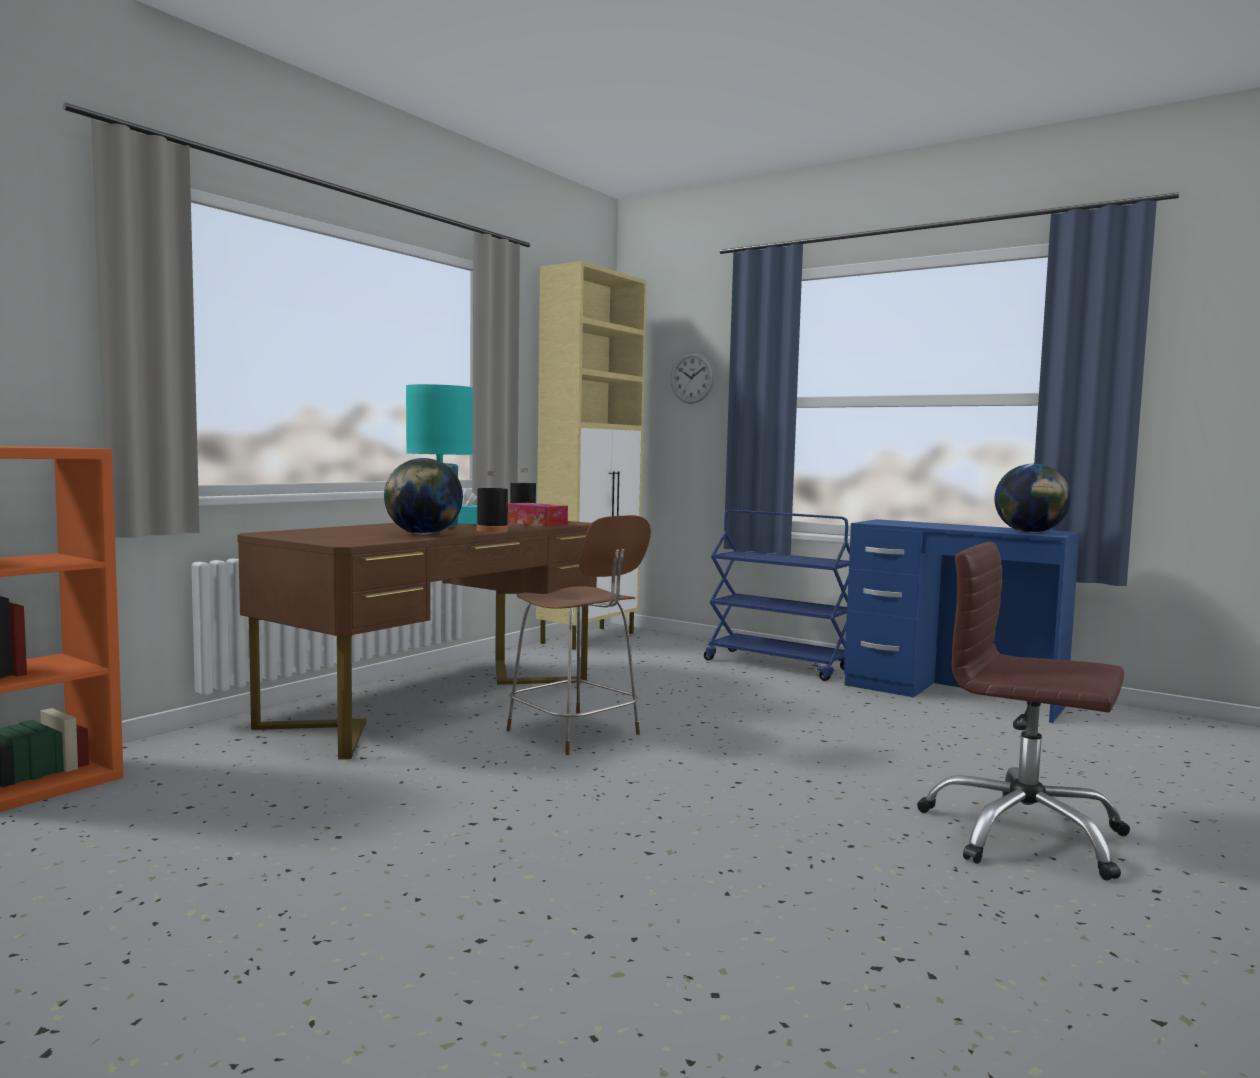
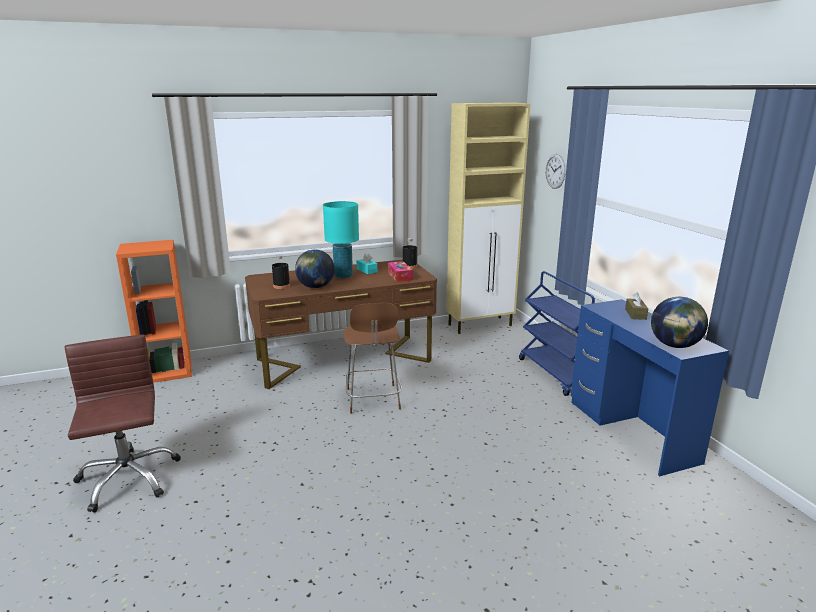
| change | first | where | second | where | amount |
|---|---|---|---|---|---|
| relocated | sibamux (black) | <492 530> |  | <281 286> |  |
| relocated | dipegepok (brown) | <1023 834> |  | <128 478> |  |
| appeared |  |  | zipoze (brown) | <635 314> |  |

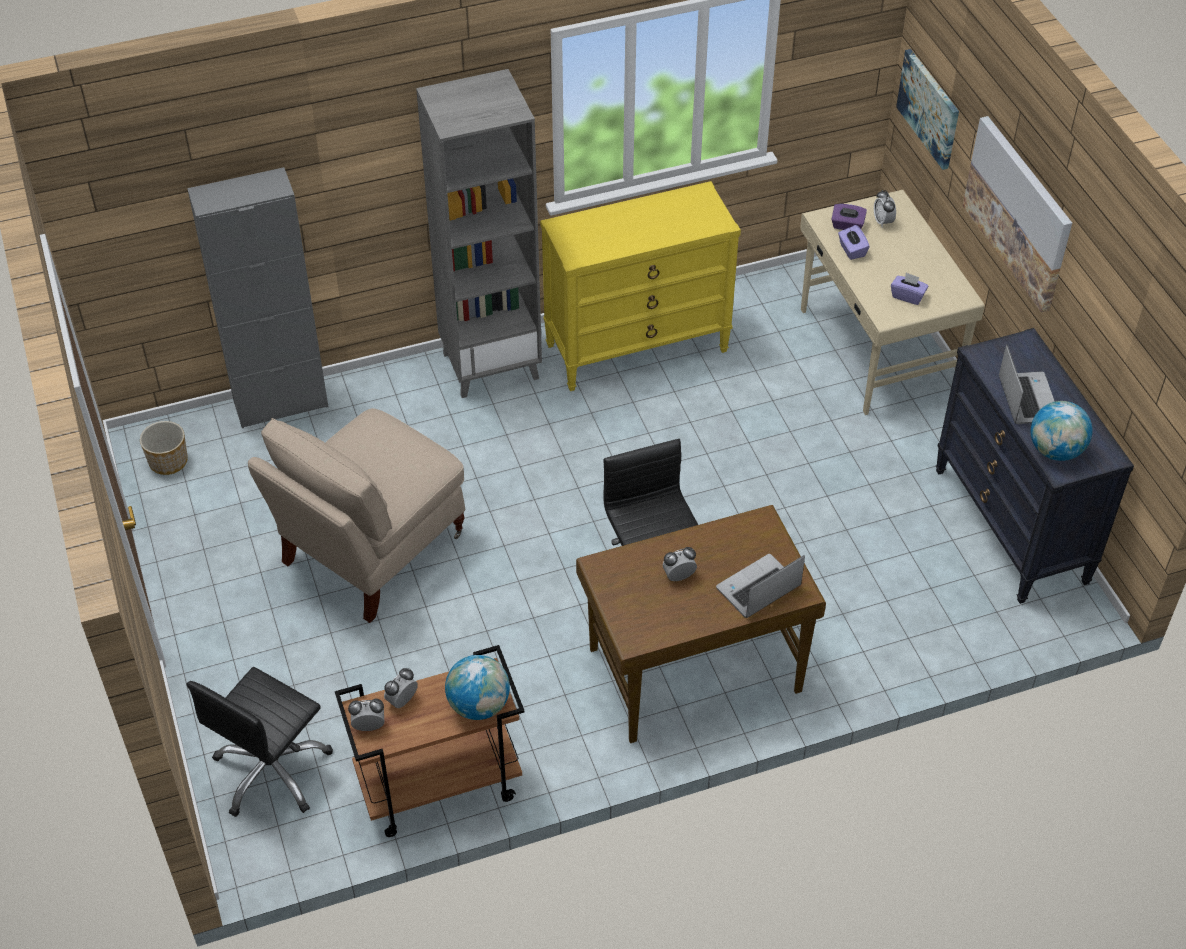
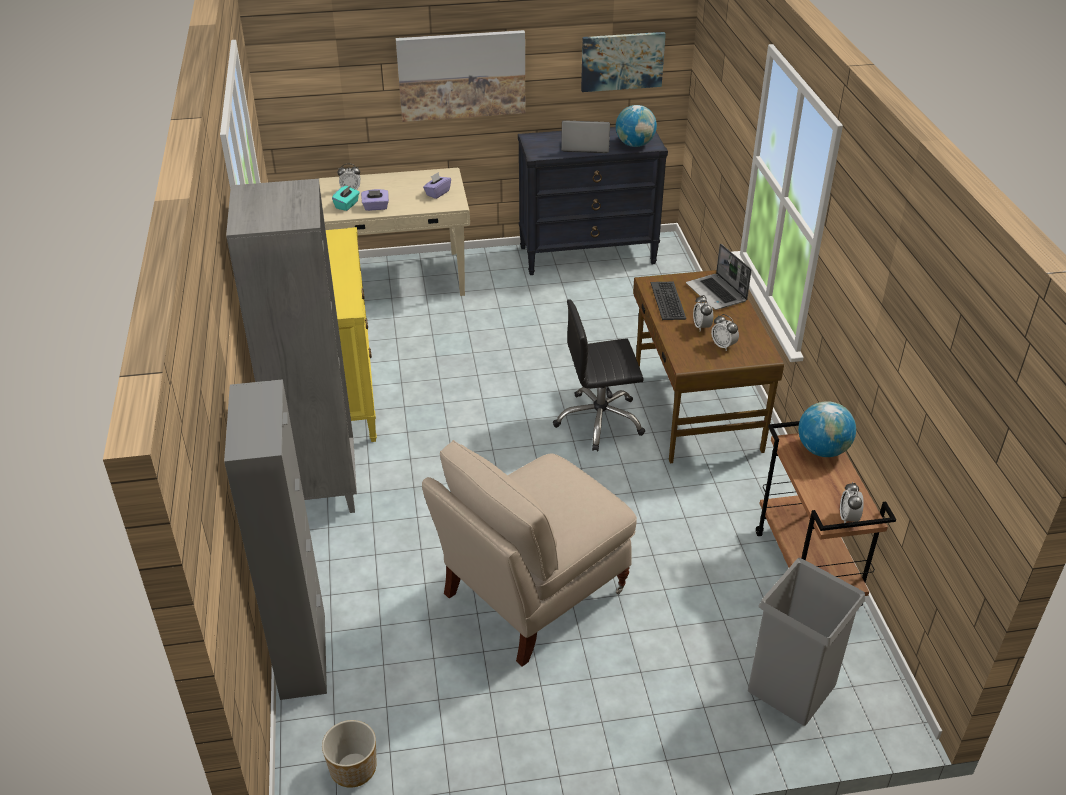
| change | first | where | second | where | amount |
|---|---|---|---|---|---|
| relocated | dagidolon | <929 108> |  | <622 61> |  |
| colour | zipoze (purple) | <847 226> | zipoze (turquoise) | <347 205> |  |
| spun | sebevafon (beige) | <371 550> |  | <532 594> | 90 degrees clockwise |
| exchanged | dipegepok (black) | <272 771> | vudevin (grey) | <791 687> |  |
| relocated | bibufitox | <402 701> |  | <723 345> |  |
| appeared |  |  | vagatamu | <668 301> |  |

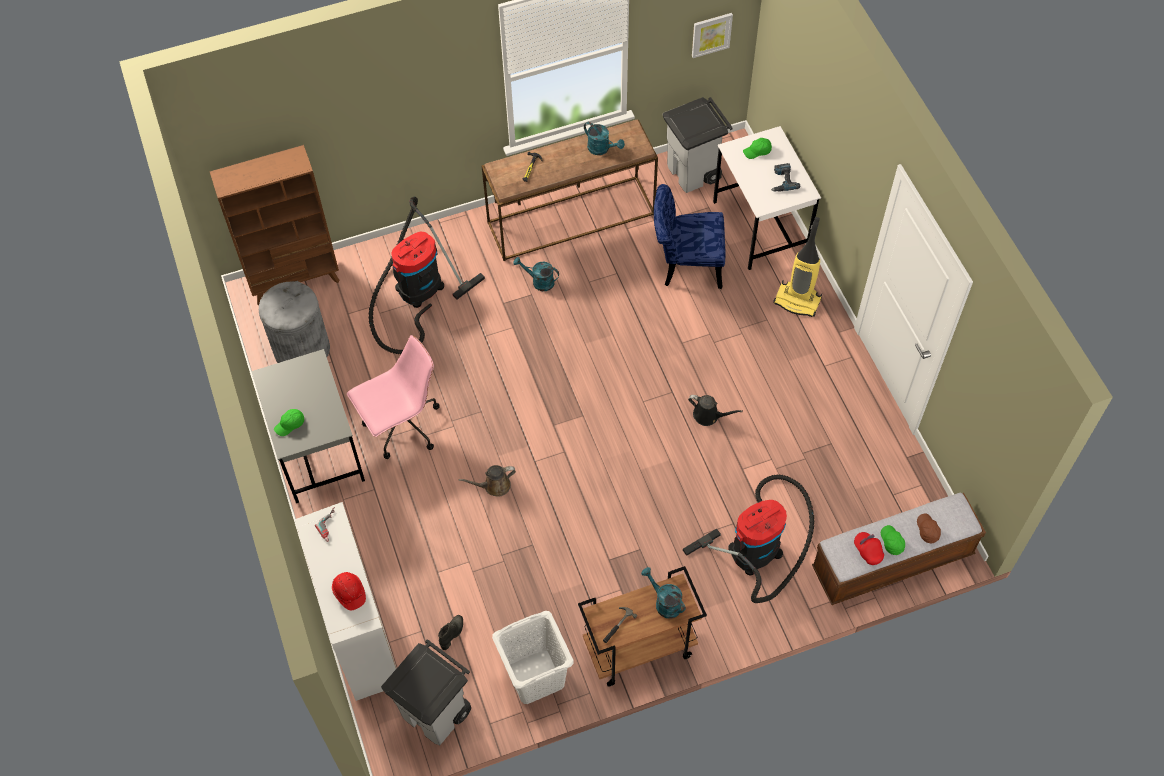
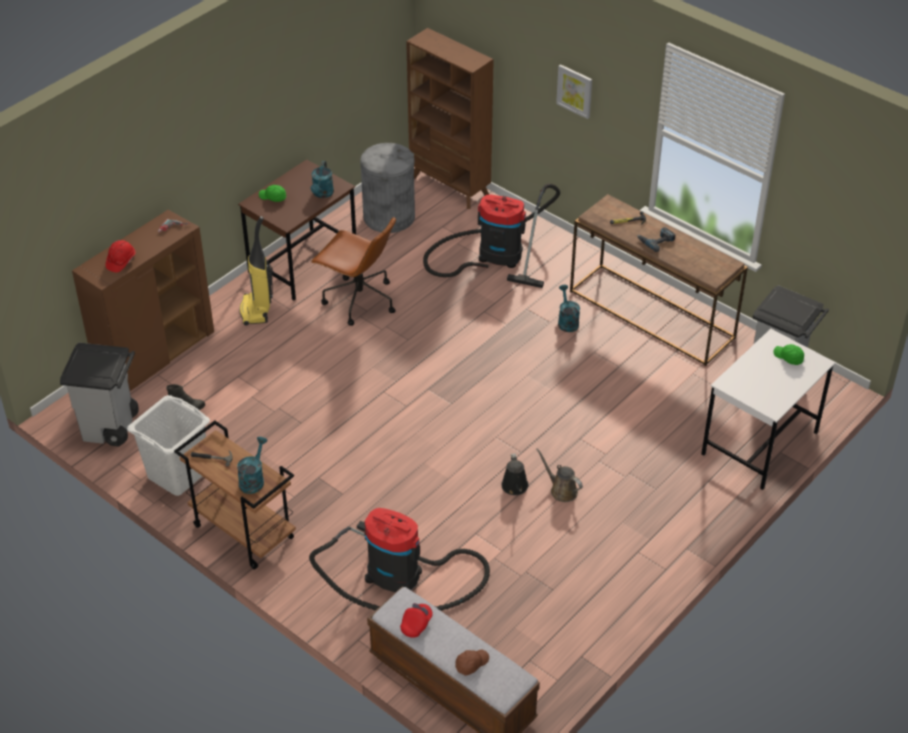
| change | first | where | second | where | amount |
|---|---|---|---|---|---|
| relocated | dagidolon | <711 34> |  | <575 91> |  |
| relocated | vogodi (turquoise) | <602 149> |  | <322 194> |  |
| relocated | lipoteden | <782 181> |  | <656 241> |  |
| missing | sebevafon (blue) | <685 264> |  |  |  |
| relocated | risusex | <798 301> |  | <256 310> |  |
| colour | dipegepok (pink) | <402 427> | dipegepok (brown) | <358 300> |  |
| colour | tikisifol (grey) | <317 450> | tikisifol (brown) | <303 263> |  |
| relocated | vogodi (brown) | <494 486> |  | <561 490> |  |
| colour | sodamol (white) | <359 633> | sodamol (brown) | <155 355> |  |
| missing | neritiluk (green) | <891 542> |  |  |  |

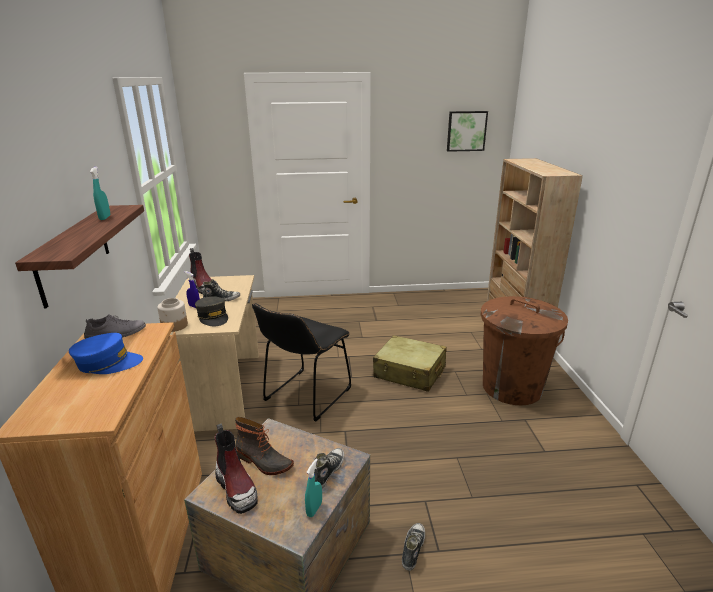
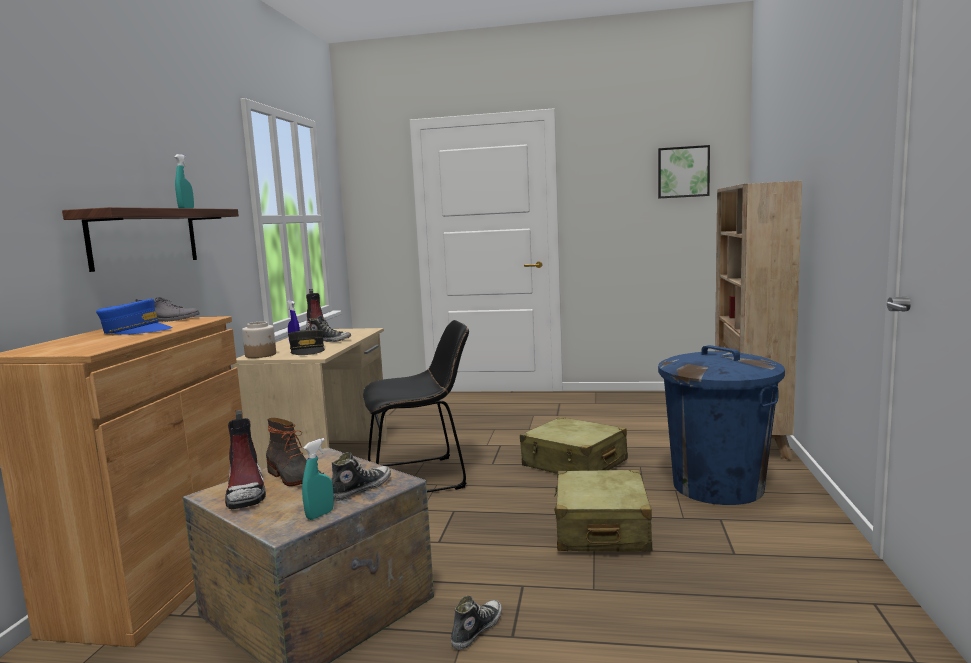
| change | first | where | second | where | amount |
|---|---|---|---|---|---|
| colour | vudevin (brown) | <511 387> | vudevin (blue) | <717 486> |  |
| spun | sebevafon (black) | <305 397> |  | <422 477> | 150 degrees counterclockwise |
| appeared |  |  | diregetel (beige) | <601 529> |  |

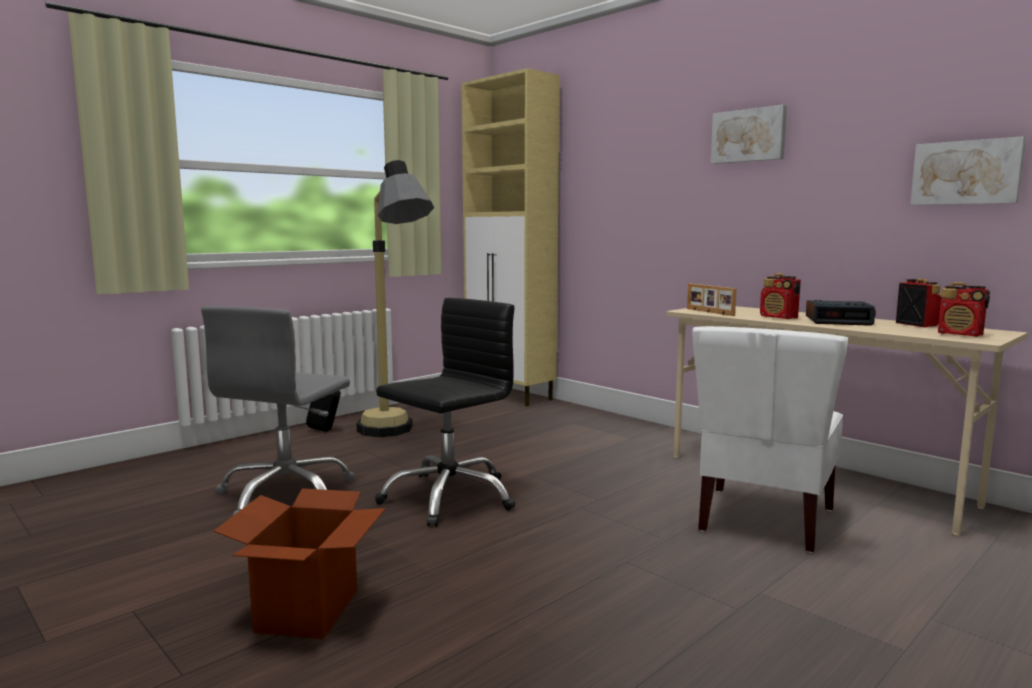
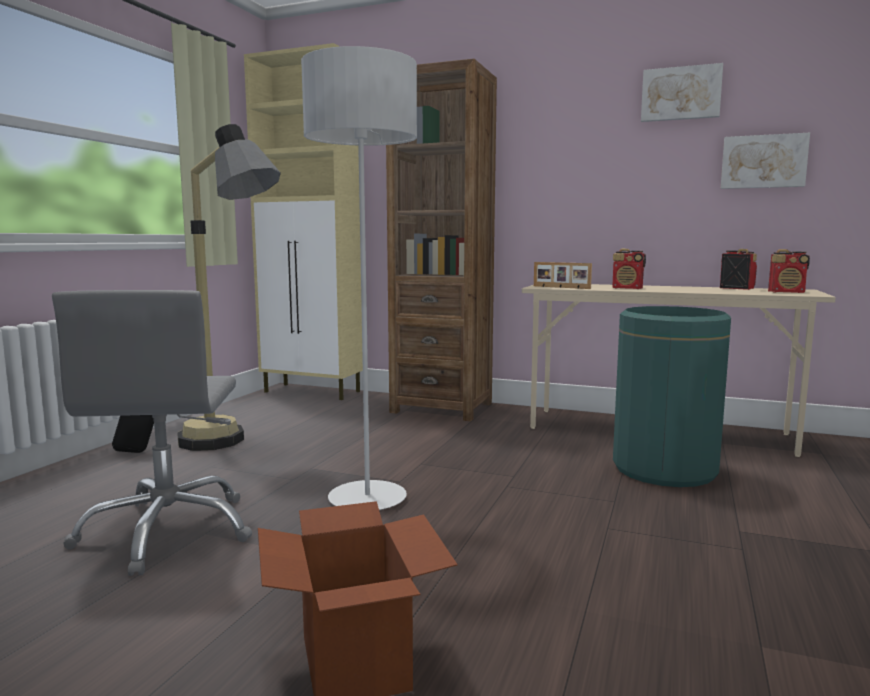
| change | first | where | second | where | amount |
|---|---|---|---|---|---|
| relocated | dagidolon | <749 135> |  | <681 94> |  |
| exchanged | dipegepok (black) | <448 497> | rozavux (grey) | <367 499> |  |
| missing | bibufitox | <838 321> |  |  |  |
| exchanged | sebevafon (white) | <763 520> | vudevin (green) | <664 469> |  |
| appeared |  |  | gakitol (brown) | <442 408> |  |

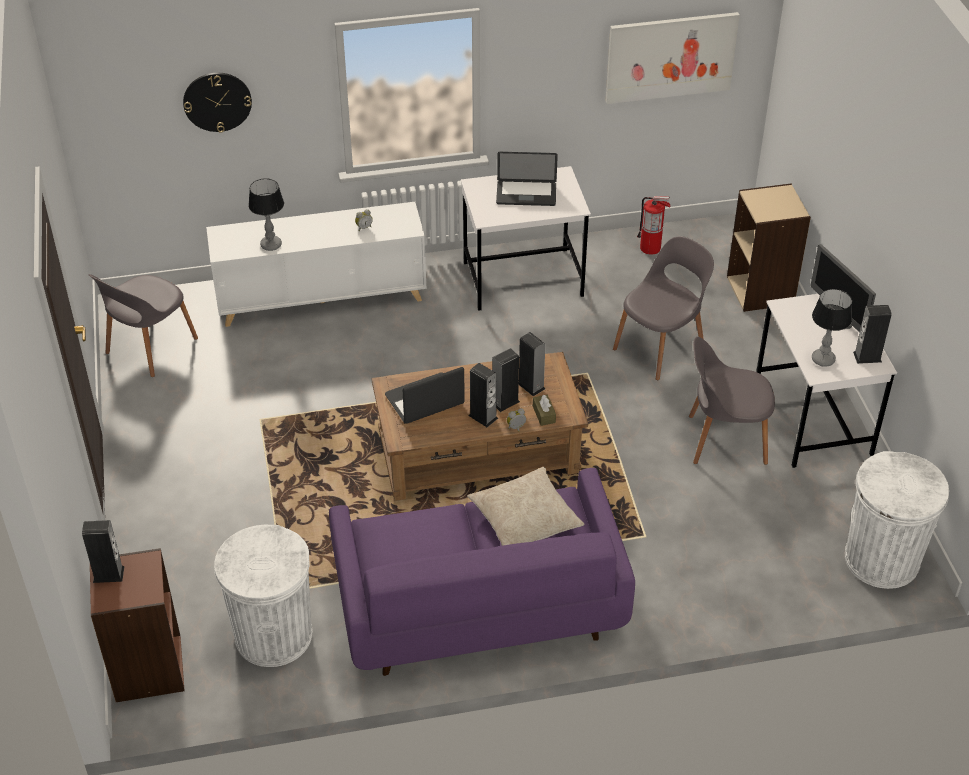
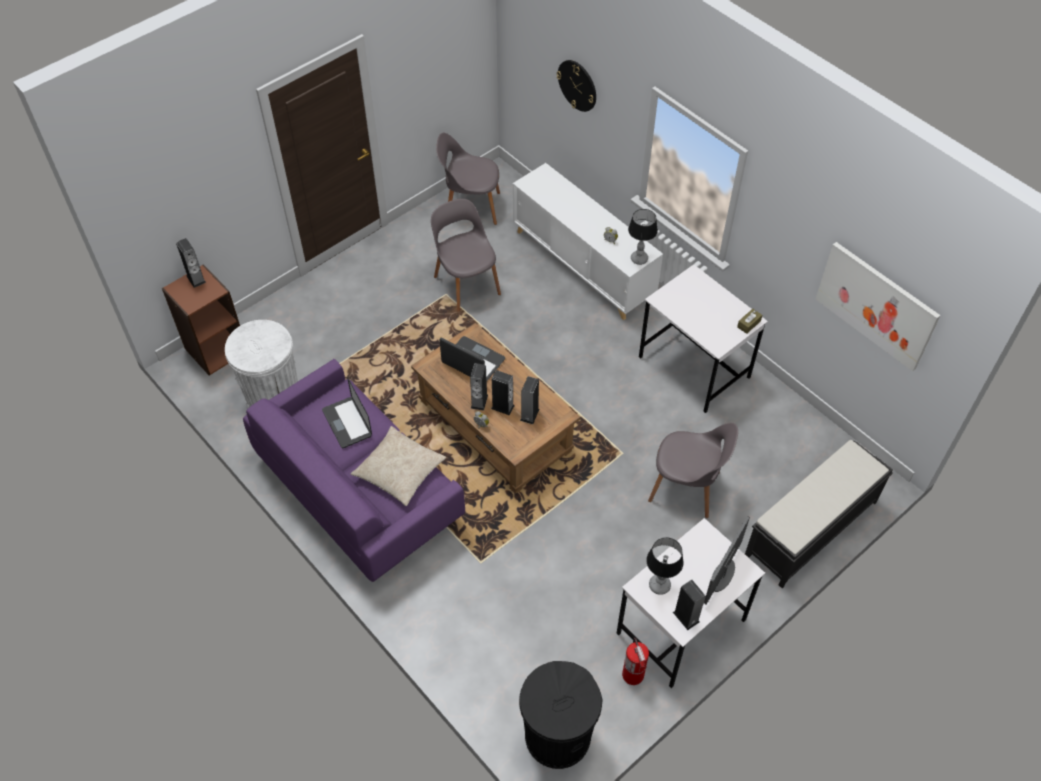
| change | first | where | second | where | amount |
|---|---|---|---|---|---|
| relocated | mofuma | <526 194> |  | <347 423> |  |
| relocated | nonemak | <270 245> |  | <639 258> |  |
| exchanged | gakitol (beige) | <761 290> | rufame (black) | <810 529> |  |
| relocated | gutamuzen | <650 248> |  | <633 675> |  |
| relocated | sebevafon (grey) | <724 440> |  | <466 283> |  |
| relocated | zipoze (brown) | <544 414> |  | <749 324> |  |
| colour | vudevin (white) | <882 560> | vudevin (black) | <557 736> |  |

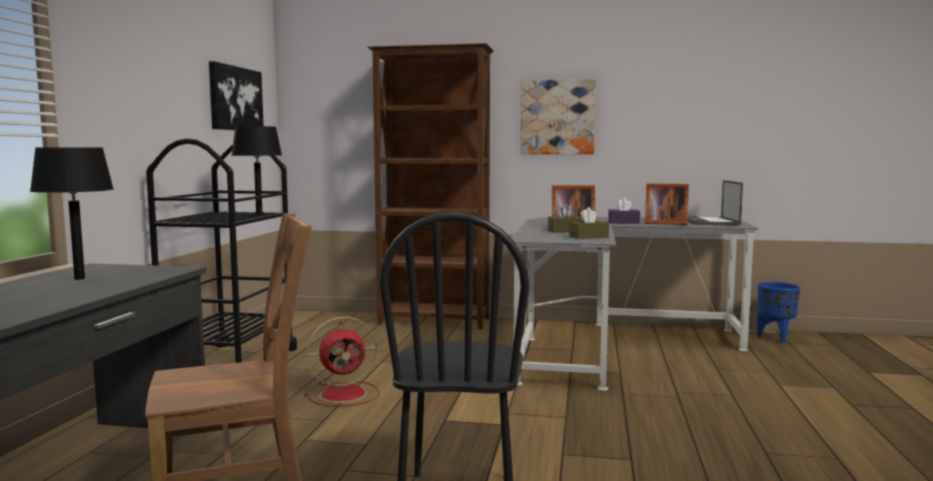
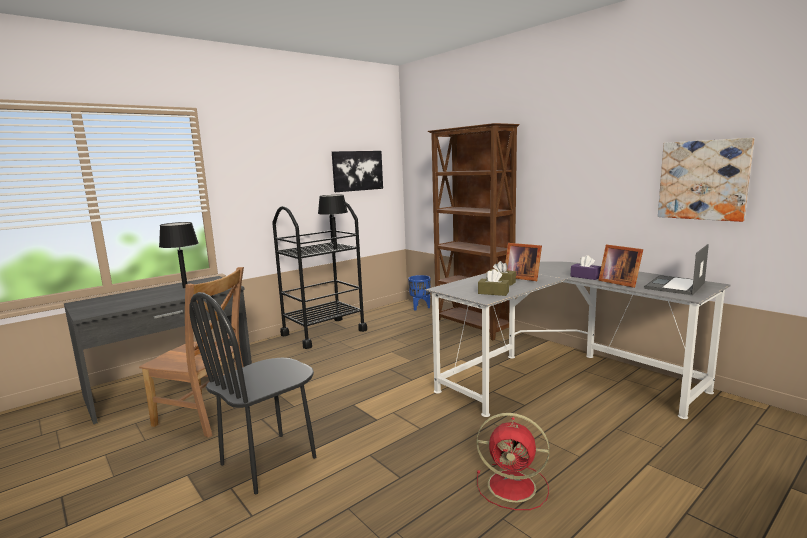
| change | first | where | second | where | amount |
|---|---|---|---|---|---|
| relocated | dagidolon | <557 117> |  | <703 180> |  |
| relocated | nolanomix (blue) | <775 338> |  | <420 307> |  |
| relocated | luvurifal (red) | <345 394> |  | <514 486> |  |

